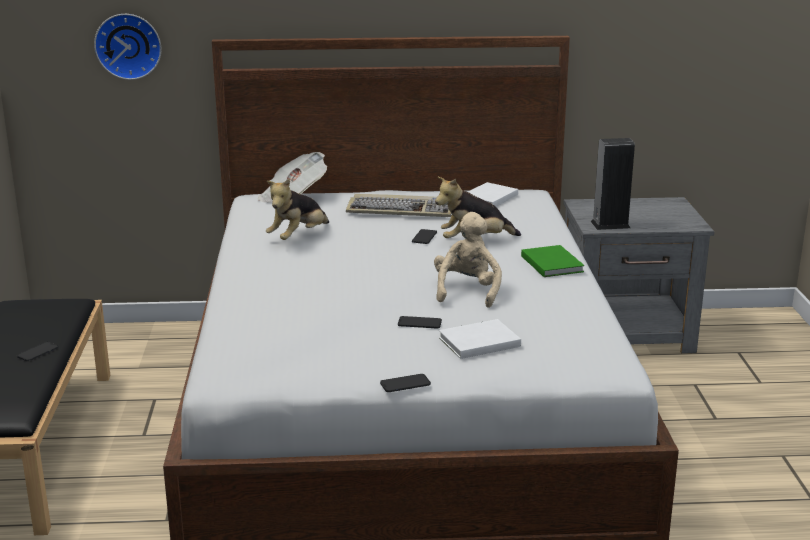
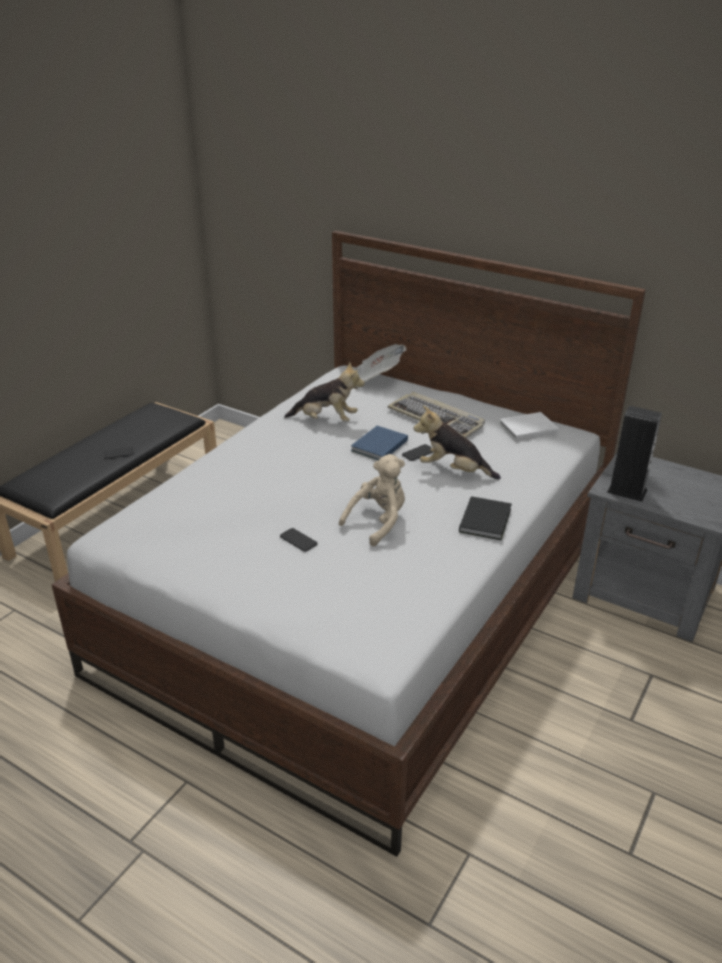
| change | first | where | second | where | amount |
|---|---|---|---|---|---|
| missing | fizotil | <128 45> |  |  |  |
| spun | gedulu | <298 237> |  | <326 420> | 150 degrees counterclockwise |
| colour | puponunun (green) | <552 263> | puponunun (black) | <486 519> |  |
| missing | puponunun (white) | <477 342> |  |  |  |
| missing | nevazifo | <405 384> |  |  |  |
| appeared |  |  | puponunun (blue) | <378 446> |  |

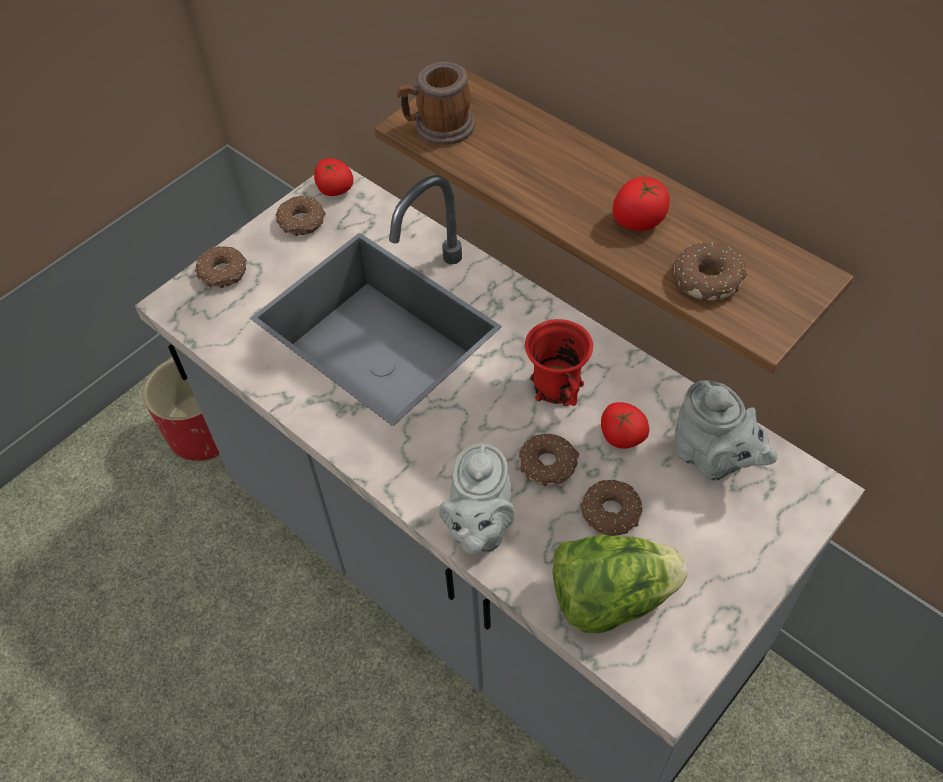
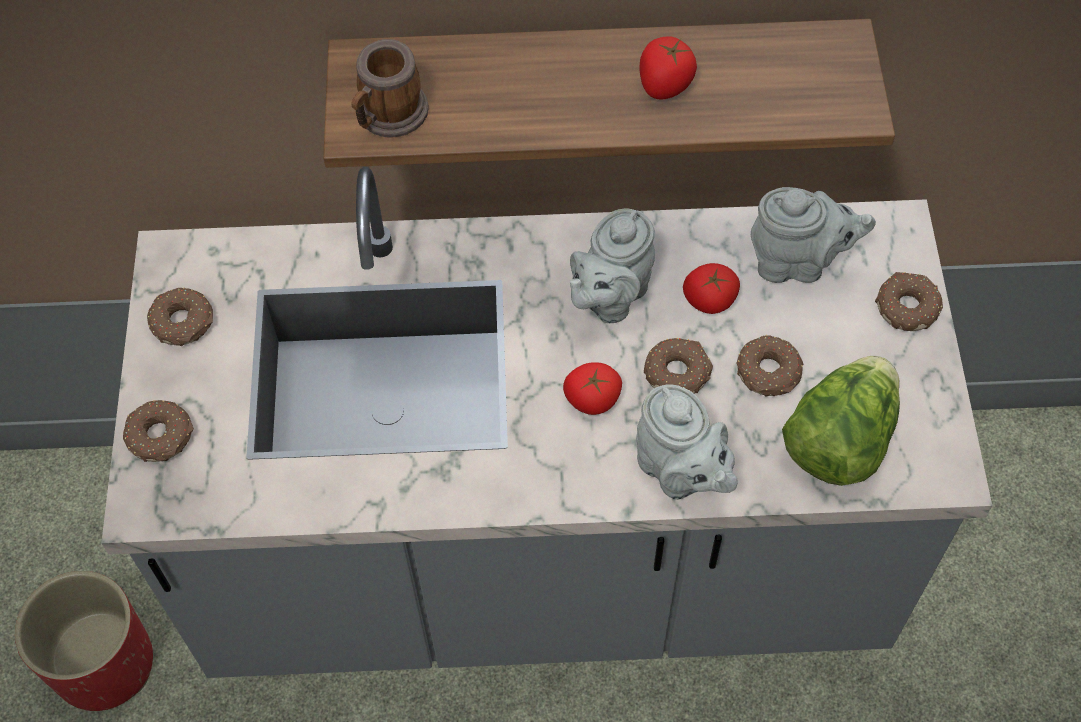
| change | first | where | second | where | amount |
|---|---|---|---|---|---|
| relocated | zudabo | <334 190> |  | <591 400> |  |
| relocated | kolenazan | <708 278> |  | <906 306> |  |
| exchanged | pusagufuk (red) | <557 385> | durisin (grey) | <610 297> |  |

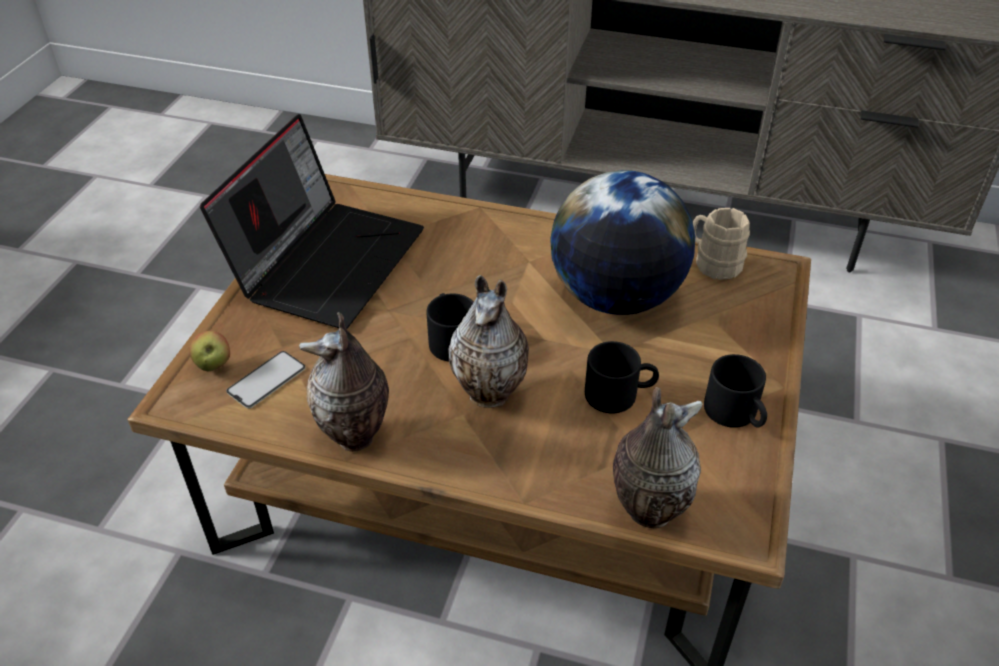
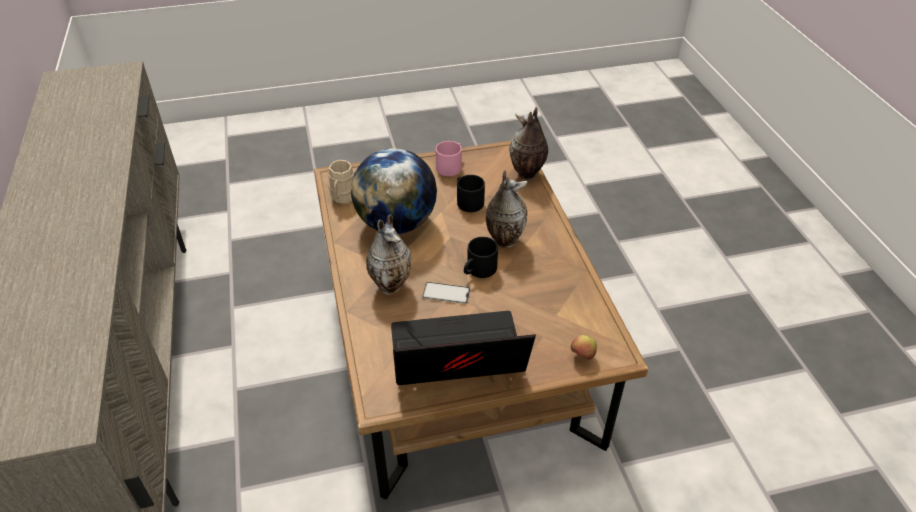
| change | first | where | second | where | amount |
|---|---|---|---|---|---|
| relocated | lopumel | <356 437> |  | <391 285> |  |
| relocated | nevazifo | <266 380> |  | <446 293> |  |
| colour | pusagufuk (black) | <737 414> | pusagufuk (pink) | <450 166> |  |

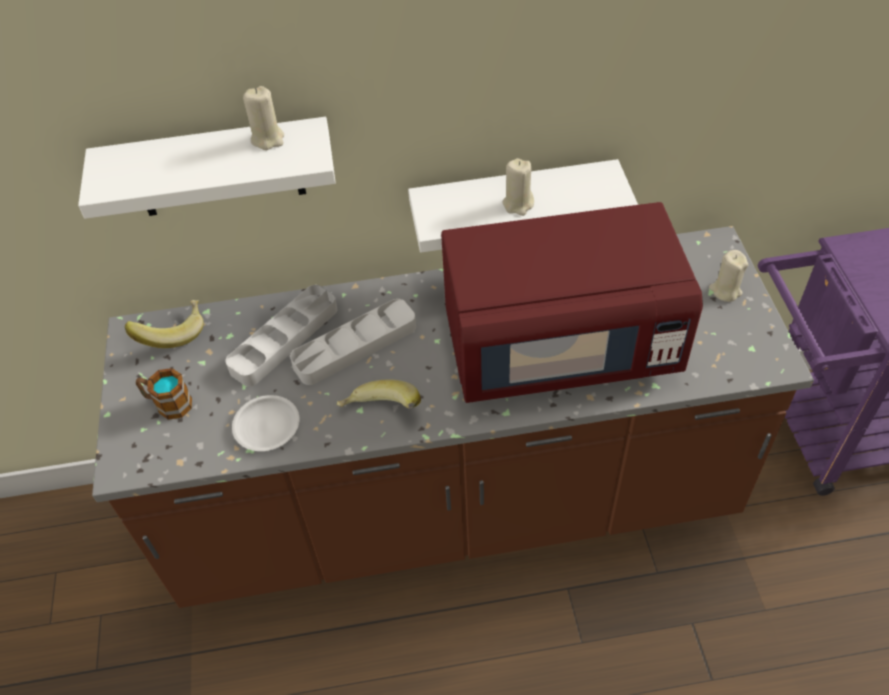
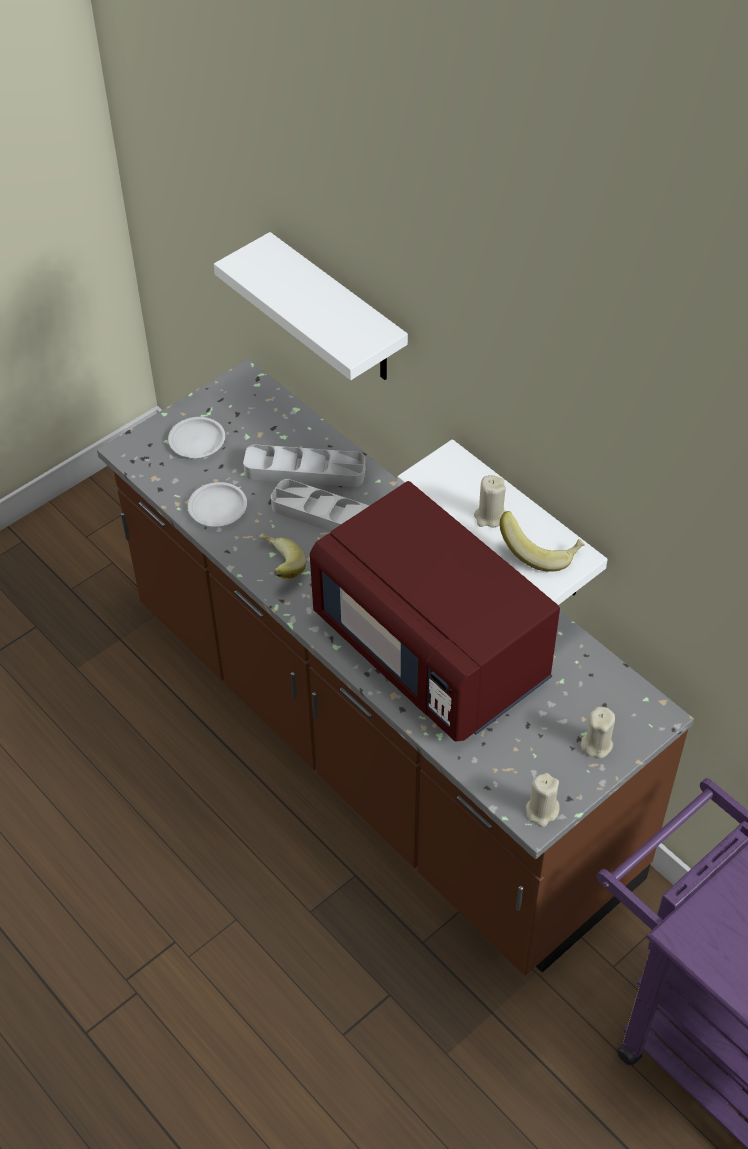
| change | first | where | second | where | amount |
|---|---|---|---|---|---|
| relocated | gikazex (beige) | <268 139> |  | <542 811> |  |
| relocated | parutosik | <172 333> |  | <540 551> |  |
| exchanged | pusagufuk | <168 404> | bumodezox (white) | <196 441> |  |

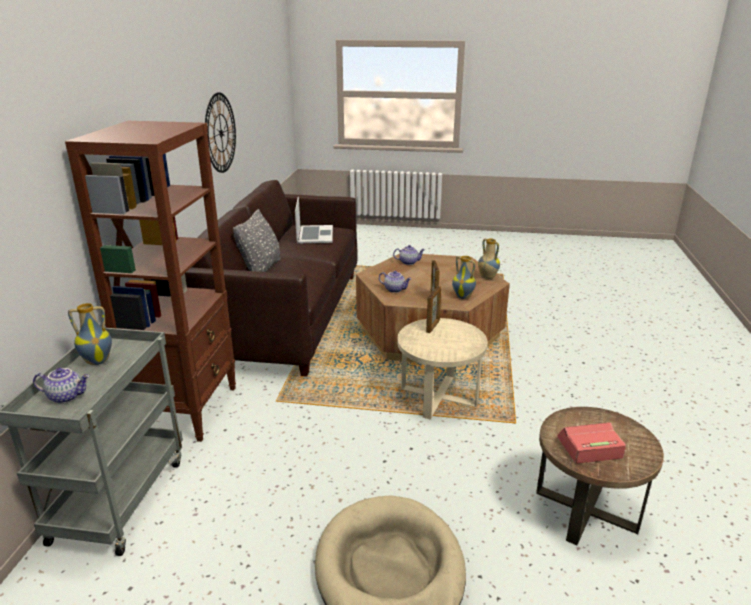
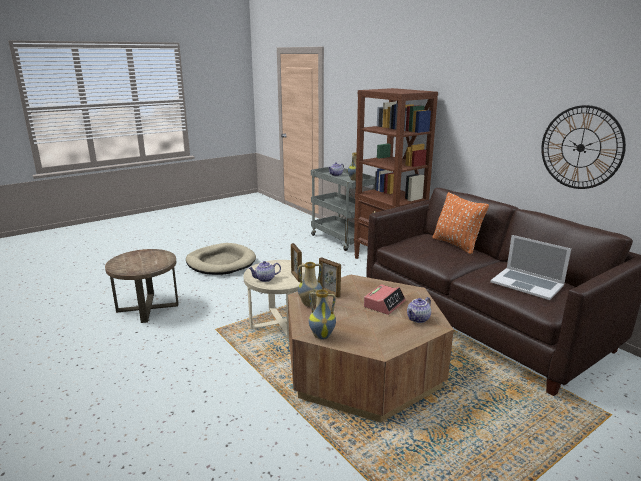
| change | first | where | second | where | amount |
|---|---|---|---|---|---|
| colour | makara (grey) | <261 270> | makara (orange) | <456 244> |  |
| relocated | durisin | <395 289> |  | <265 279> |  |
| relocated | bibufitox | <589 448> |  | <384 304> |  |

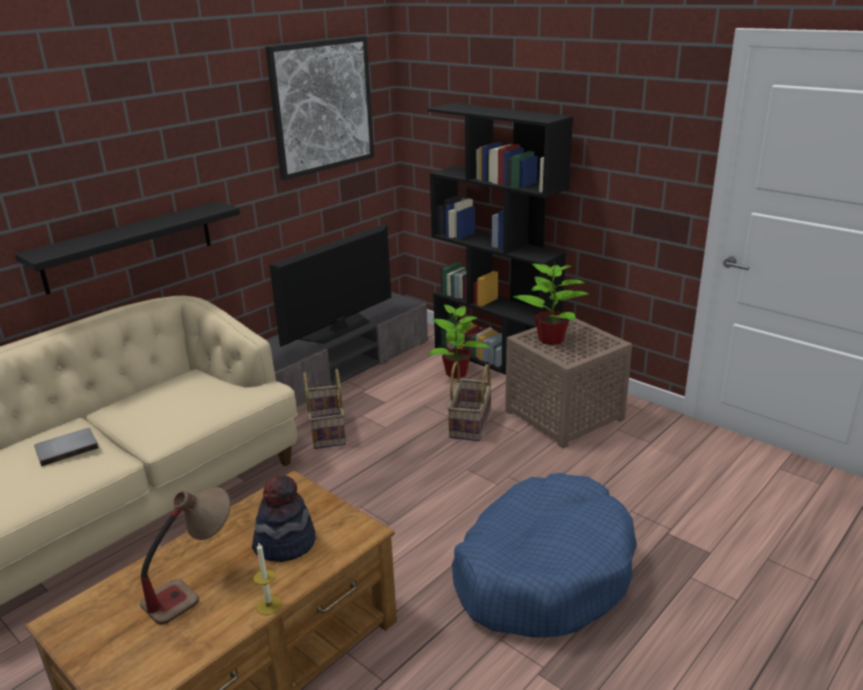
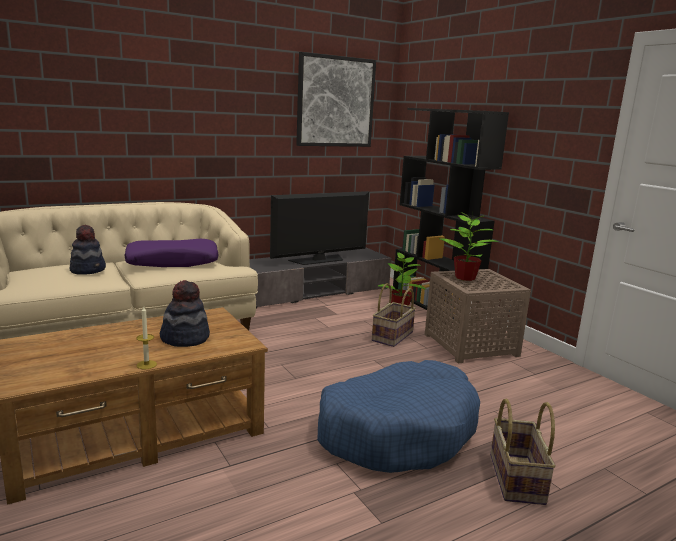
| change | first | where | second | where | amount |
|---|---|---|---|---|---|
| missing | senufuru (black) | <129 246> |  |  |  |
| relocated | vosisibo | <326 431> |  | <515 478> |  |
| exchanged | puponunun (grey) | <66 448> | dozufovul | <88 270> |  |
| missing | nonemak | <194 587> |  |  |  |
| appeared |  |  | makara (purple) | <173 262> |  |

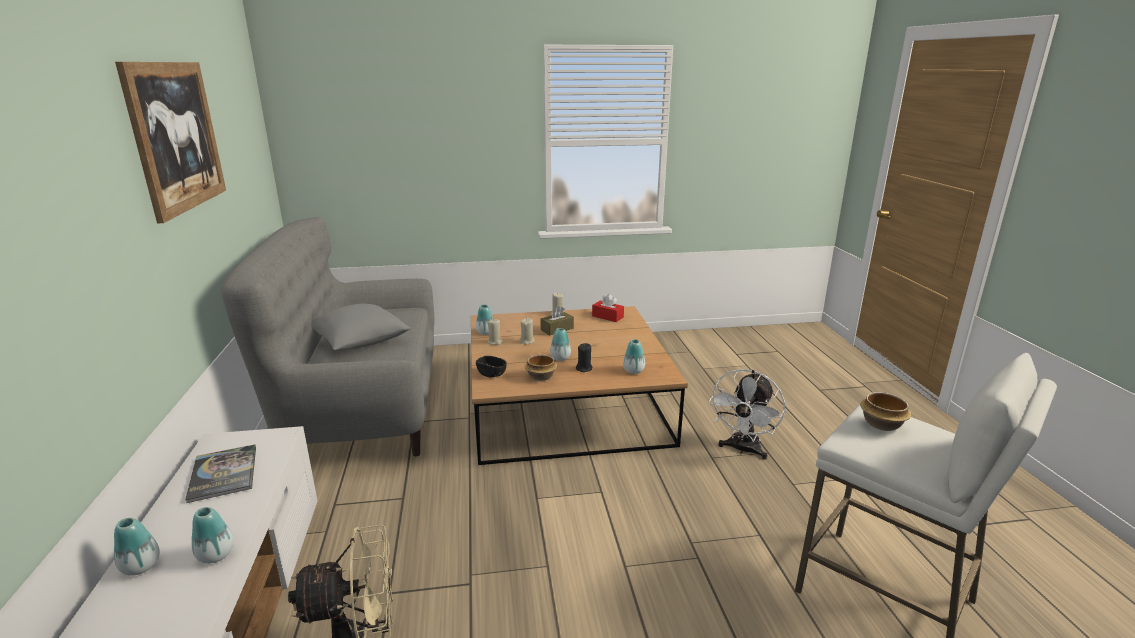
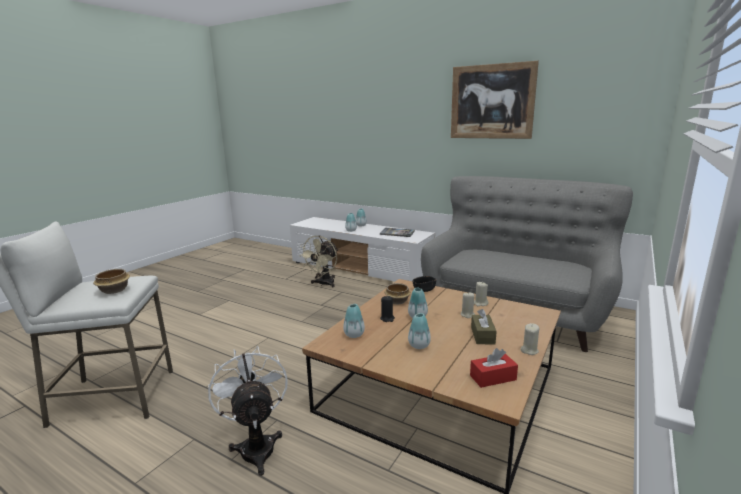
| change | first | where | second | where | amount |
|---|---|---|---|---|---|
| missing | makara (grey) | <360 342> |  |  |  |
| relocated | lopumel | <485 332> |  | <419 345> |  |

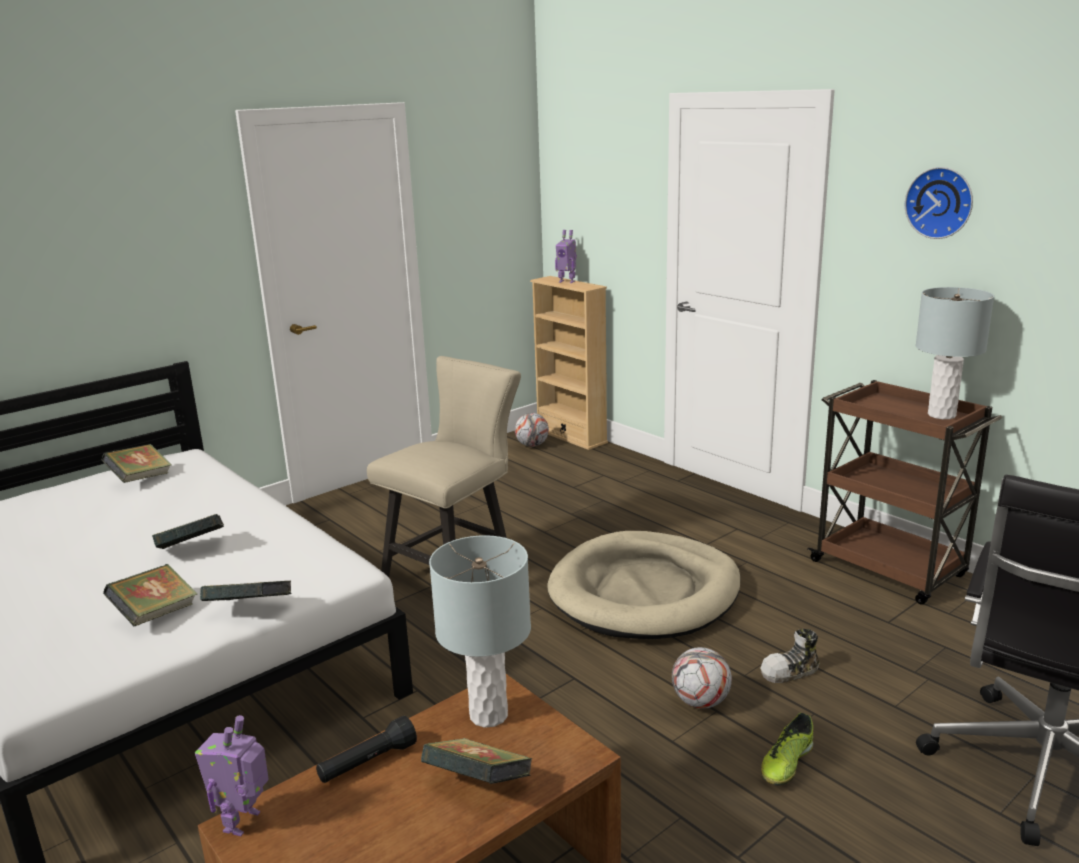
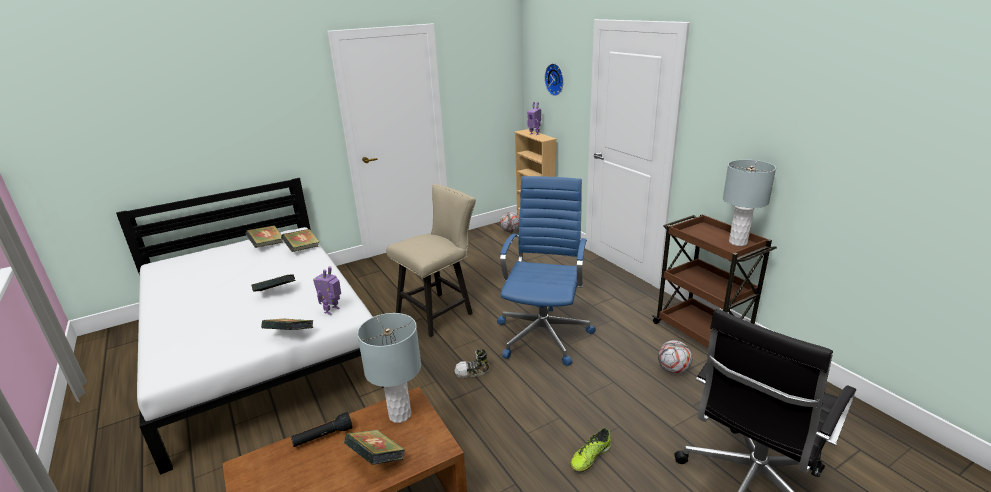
| change | first | where | second | where | amount |
|---|---|---|---|---|---|
| relocated | fizotil | <940 202> |  | <556 79> |  |
| exchanged | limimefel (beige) | <645 592> | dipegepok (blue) | <544 334> |  |
| relocated | puponunun | <155 615> |  | <302 249> |  |
| relocated | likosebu | <790 671> |  | <472 372> |  |
| relocated | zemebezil | <700 702> |  | <673 370> |  |
| relocated | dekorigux | <244 822> |  | <332 310> |  |

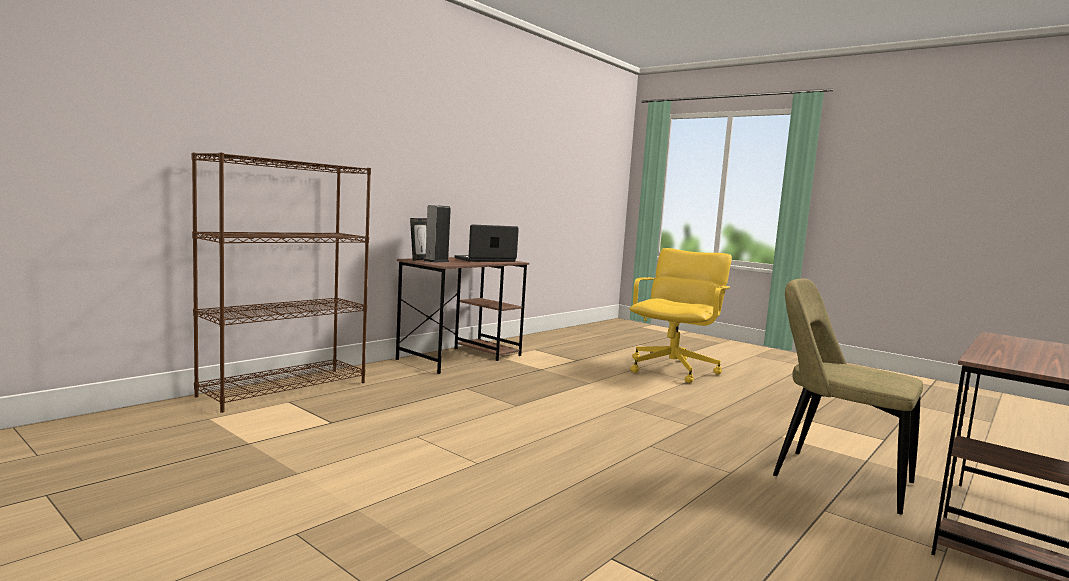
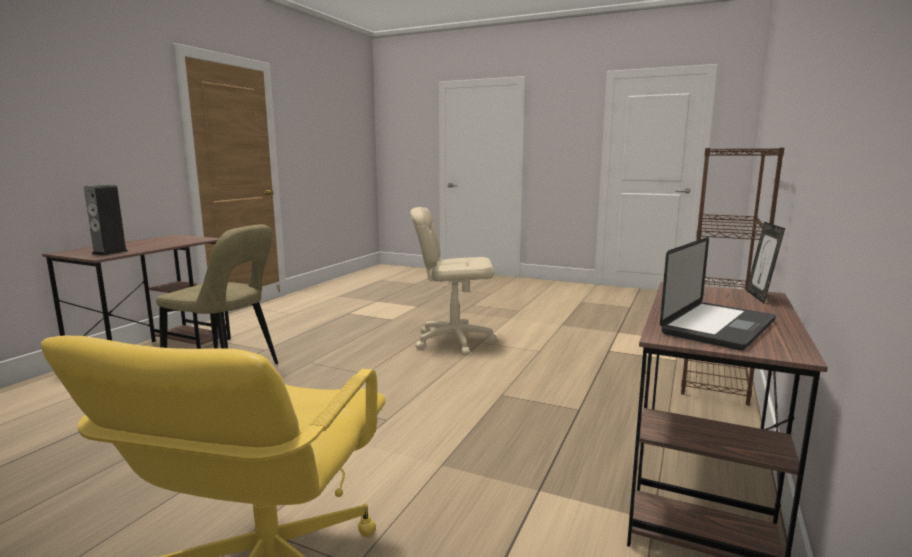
| change | first | where | second | where | amount |
|---|---|---|---|---|---|
| relocated | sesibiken | <436 261> |  | <110 252> |  |
| appeared |  |  | dipegepok (beige) | <454 341> |  |

